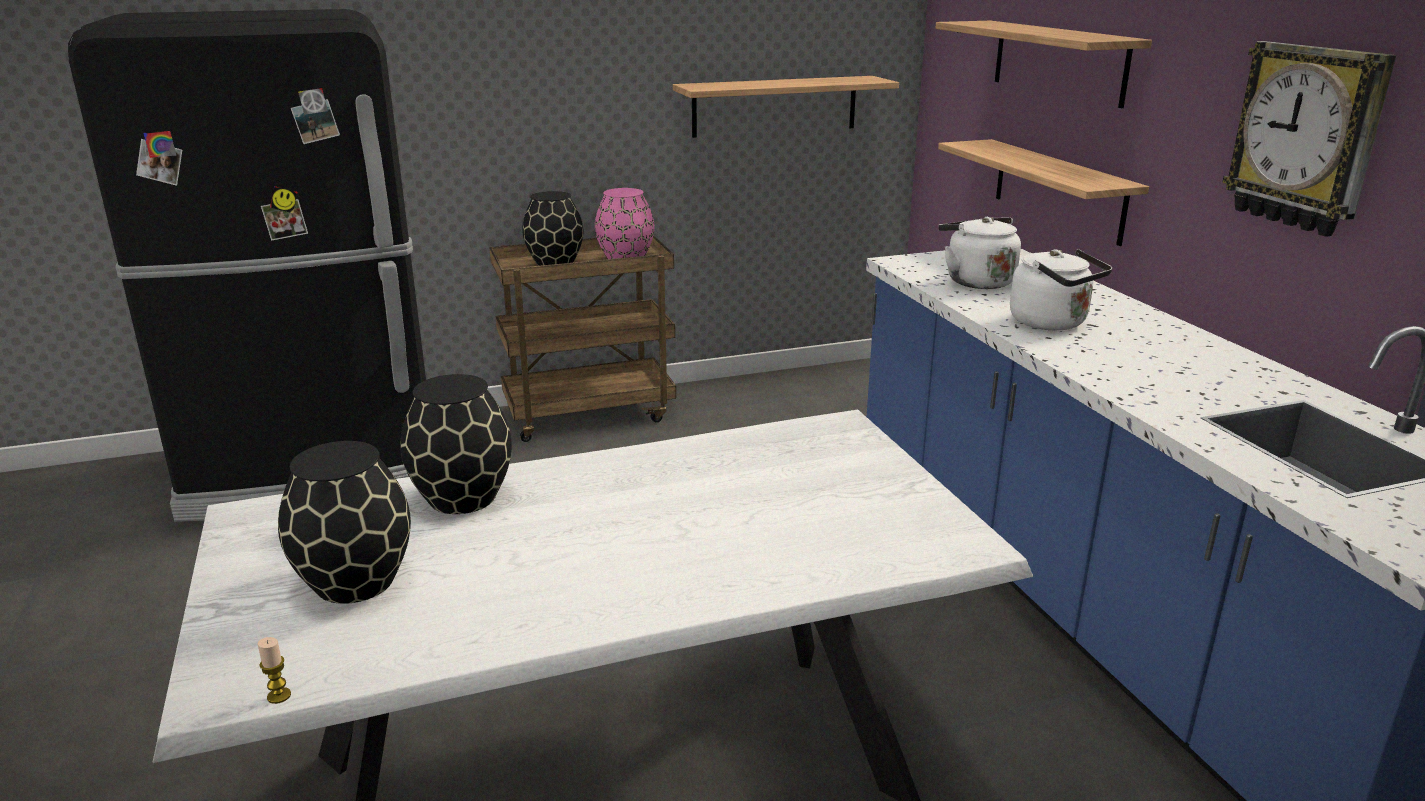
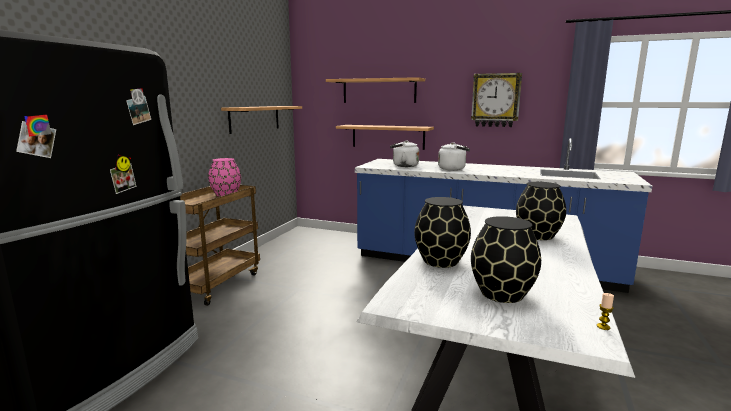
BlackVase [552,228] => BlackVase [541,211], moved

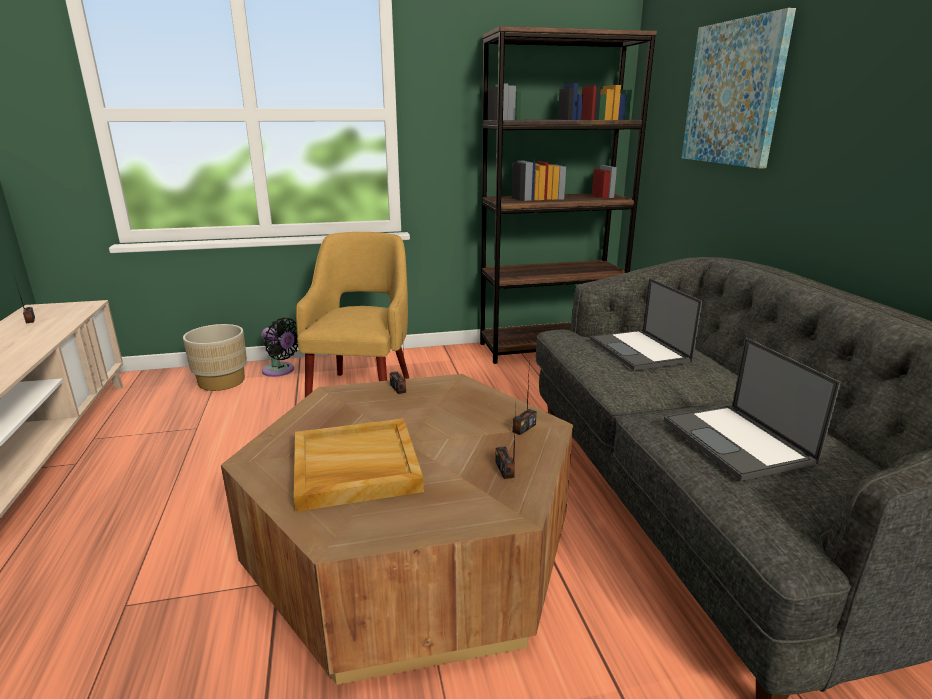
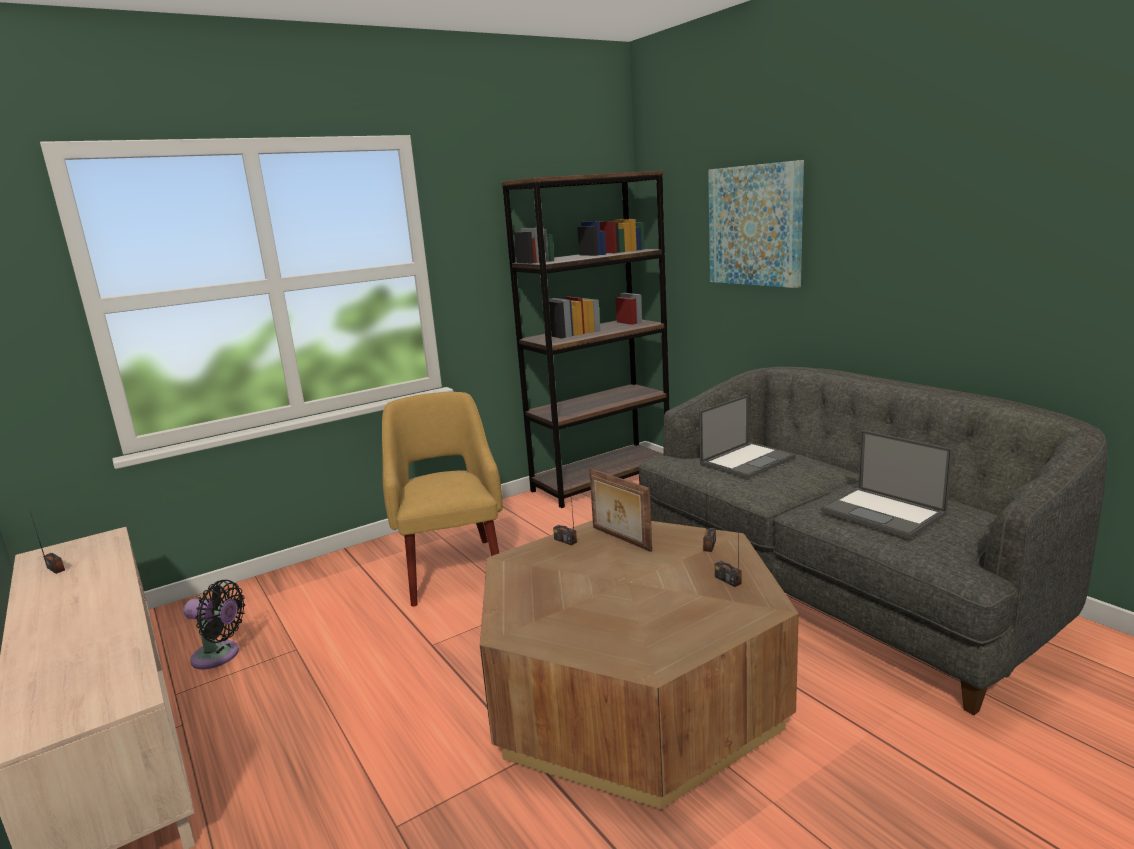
Laptop [646,324] => Laptop [747,437], 90 degrees counterclockwise
BlackFan [279,347] => BlackFan [214,624], moved
BeigePlanter [215,357] => nothing
BeigeTray [359,465] => nothing
nothing => PictureFrame [620,510]

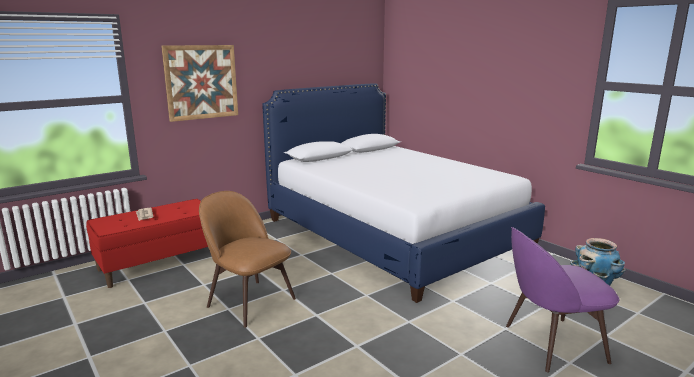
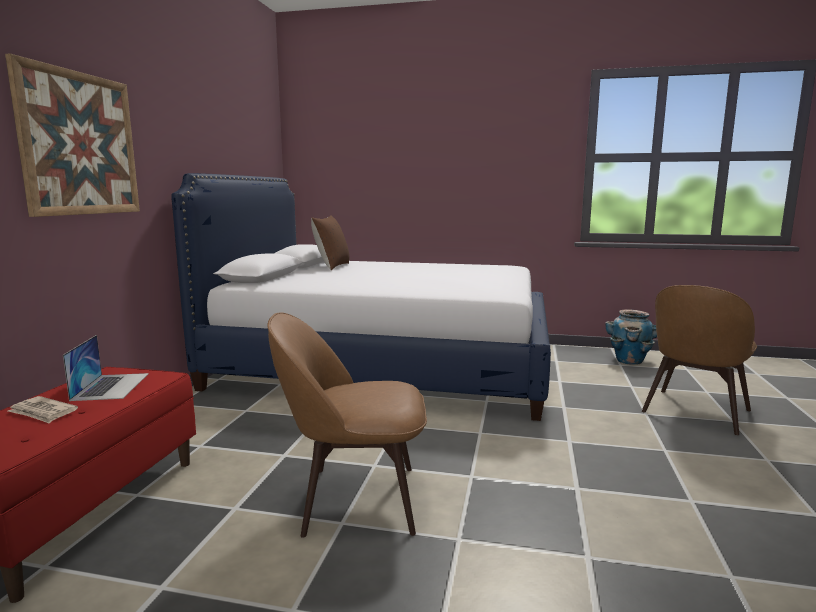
PurpleChair [563,300] => BrownChair [699,360]
nothing => BrownPillow [330,242]
nothing => Laptop [106,368]

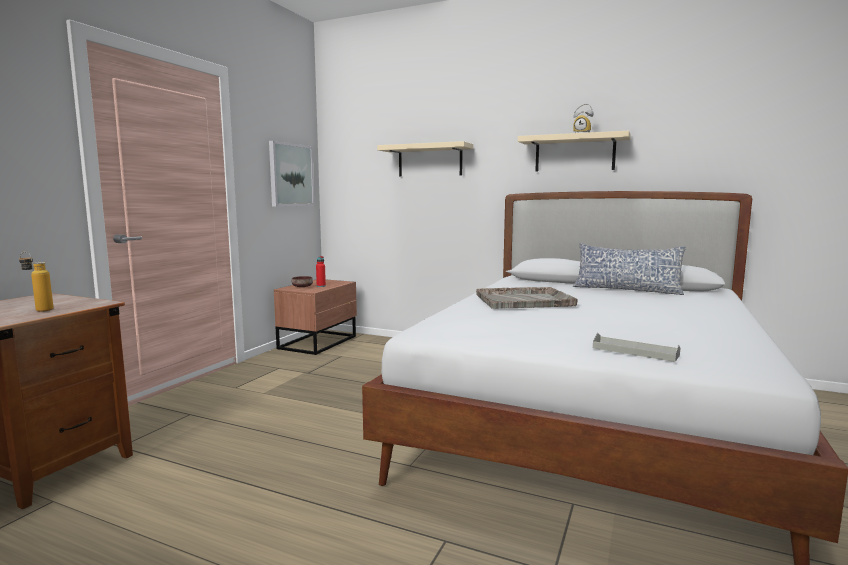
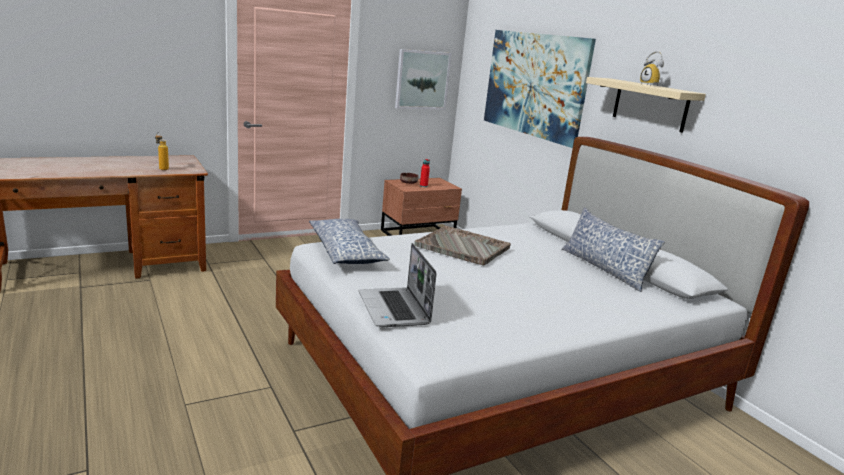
BeigeShelf [425,159] => Picture [540,89]
GreyTray [636,347] => Laptop [397,285]
nothing => Pillow [349,241]

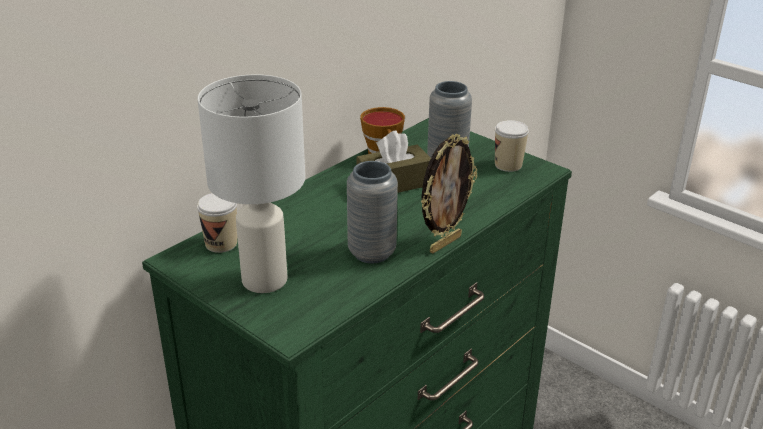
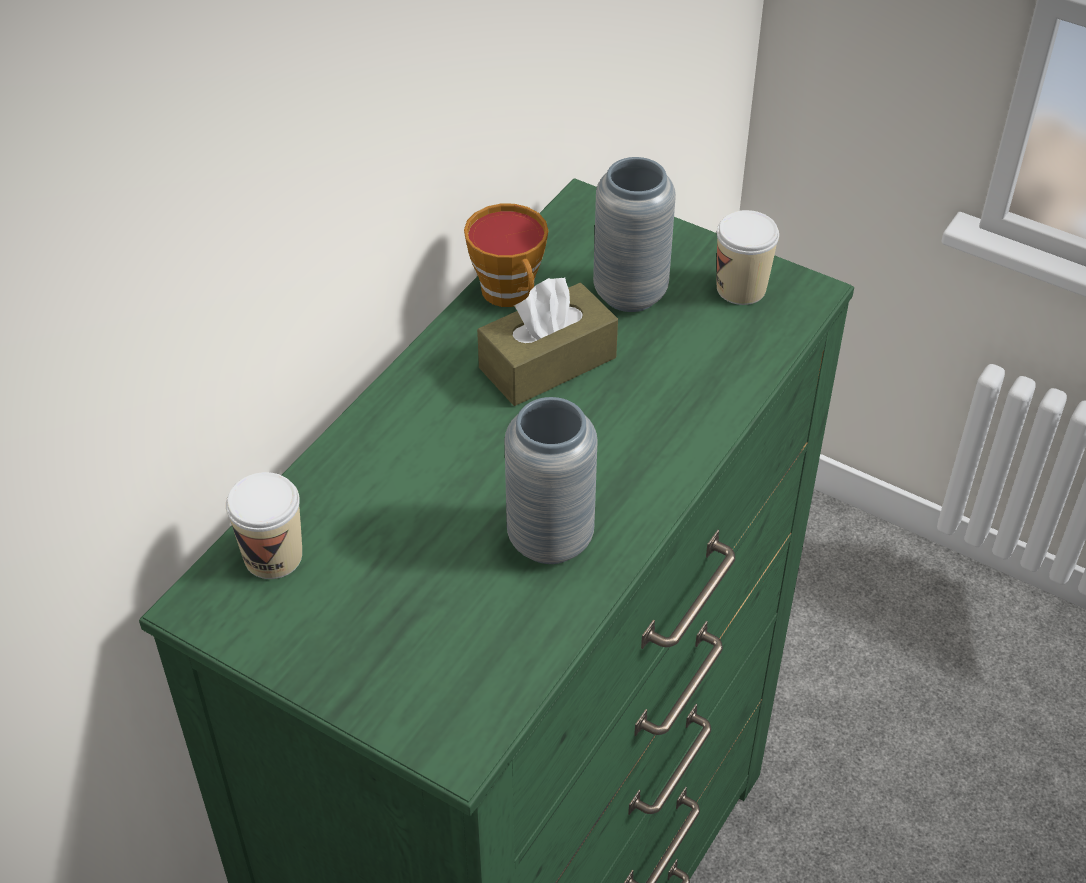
WhiteTableLamp [251,184] => nothing
PictureFrame [449,194] => nothing

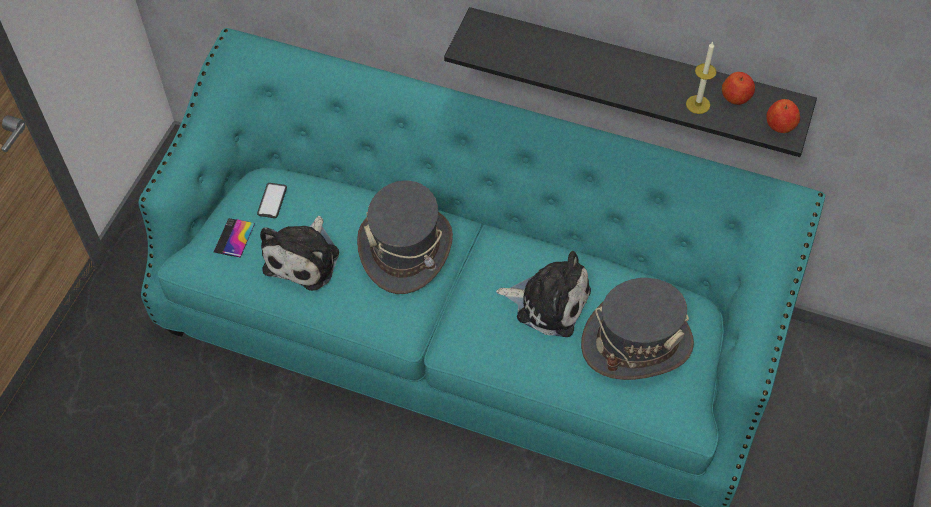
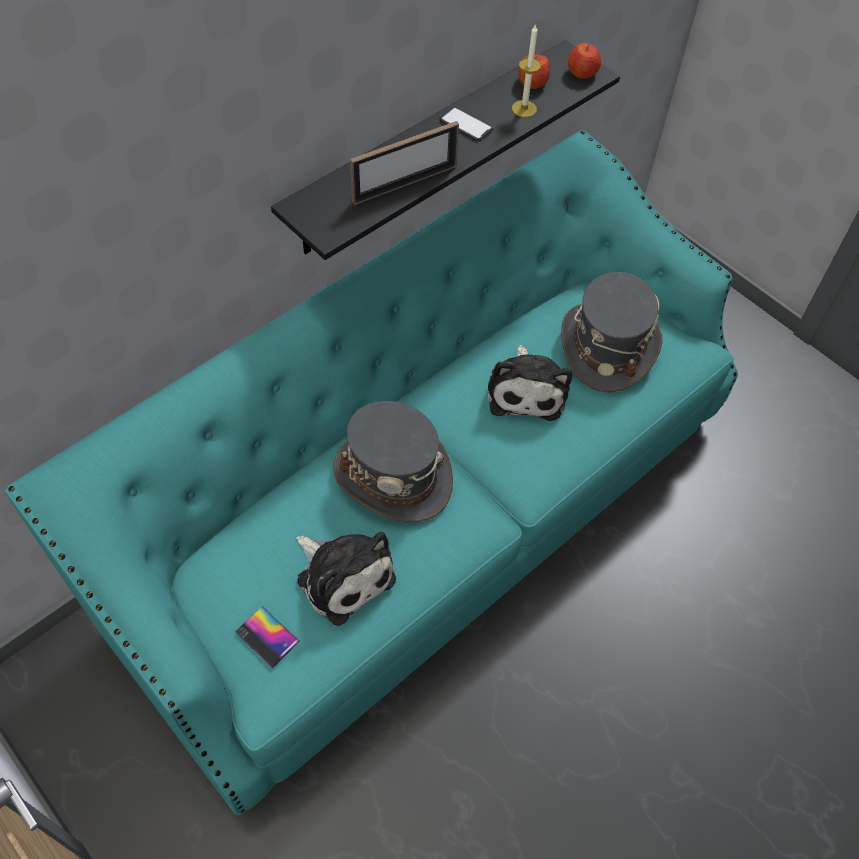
Phone [272,200] => Phone [466,123], moved
PlushToy [543,294] => PlushToy [529,383], 135 degrees clockwise
nothing => PictureFrame [404,163]

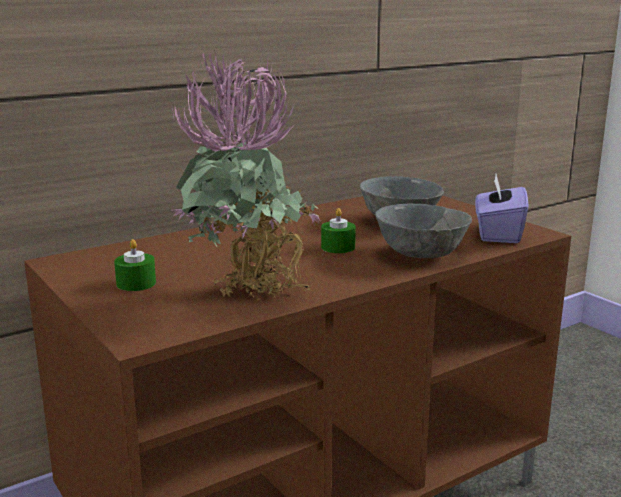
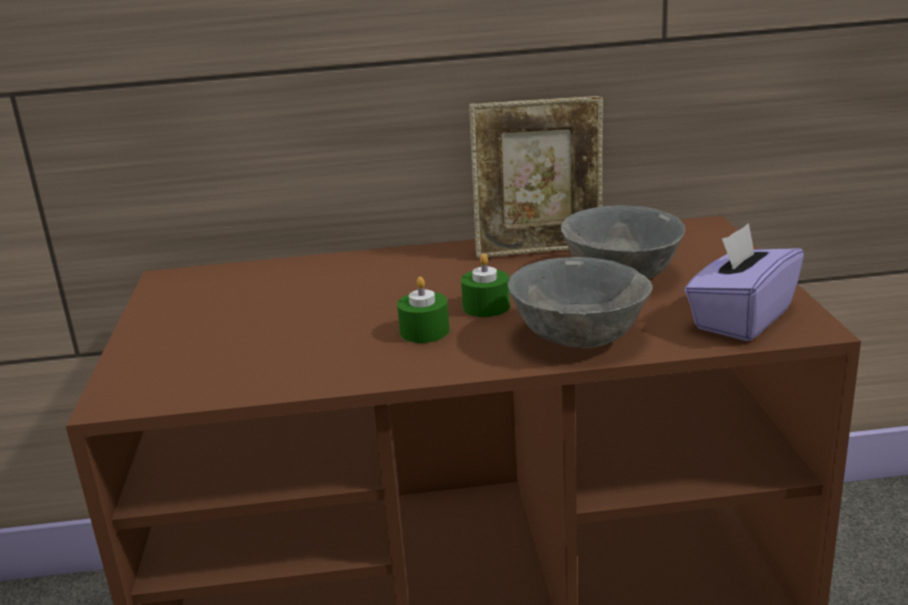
PottedPlant [246,175] => nothing
GreenCandle [135,265] => GreenCandle [423,309], moved
nothing => PictureFrame [536,177]

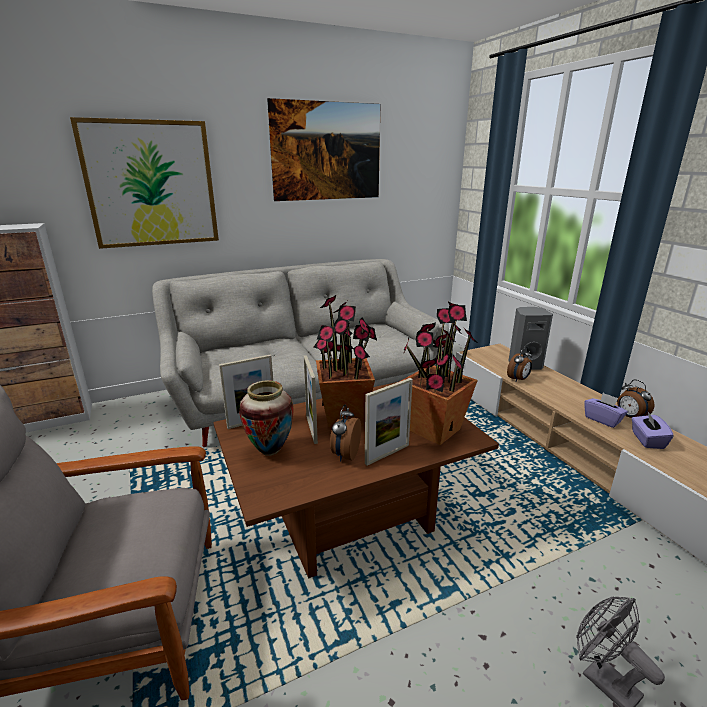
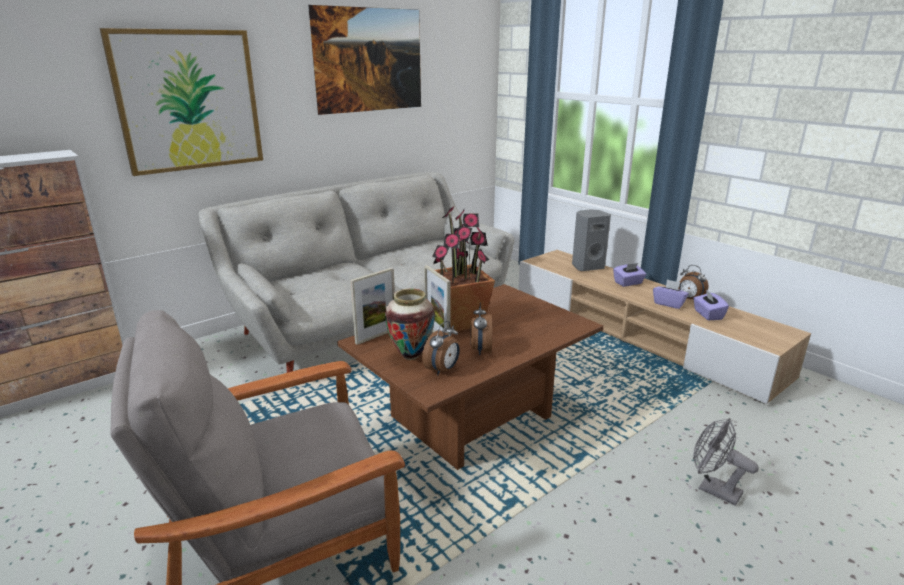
PottedPlant [438,373] => nothing
AlarmClock [519,364] => AlarmClock [441,348], moved
PictureFrame [389,422] => nothing
nothing => PurpleTissueBox [629,275]

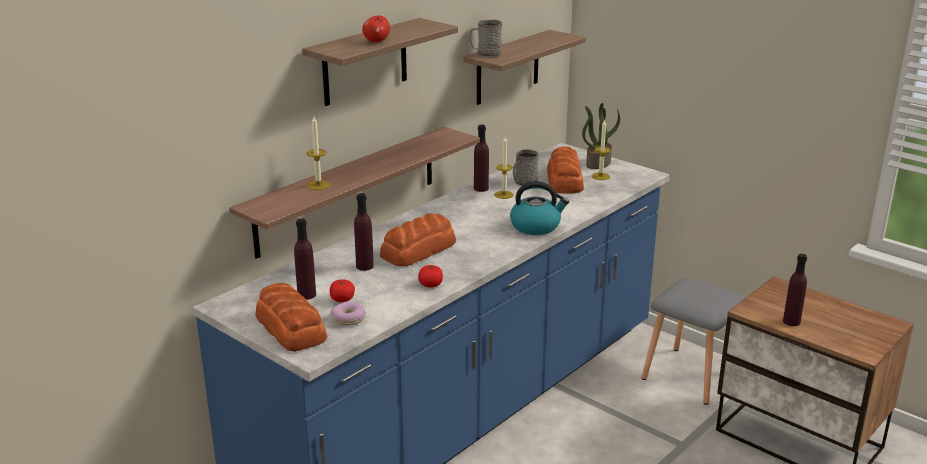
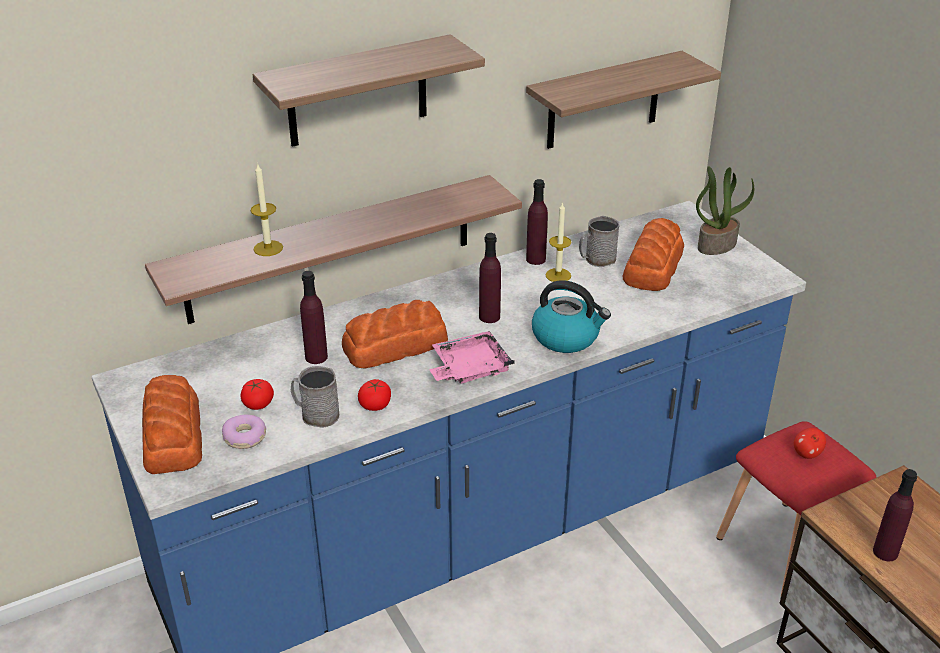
Apple [376,28] => Apple [810,443], moved
GreyMug [486,38] => GreyMug [315,397], moved
Candle [601,149] => nothing
PurpleBottle [305,259] => PurpleBottle [490,278], moved
GreyStool [693,341] => RedStool [796,508]
nothing => PinkTray [472,357]

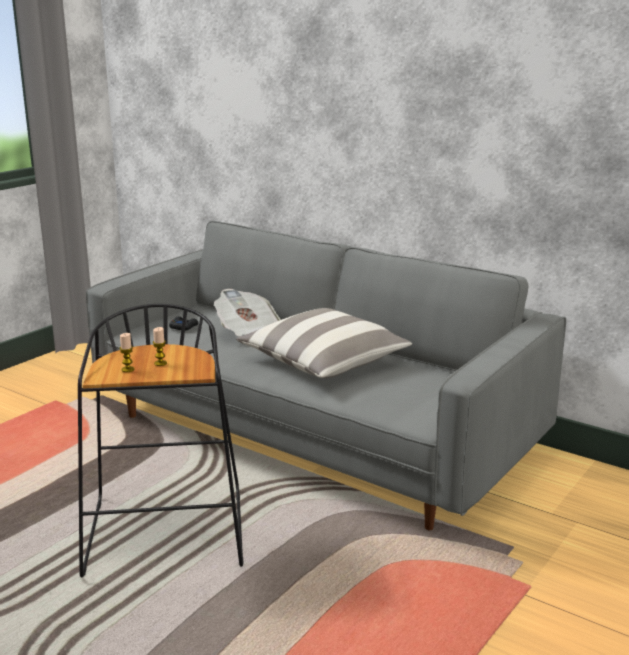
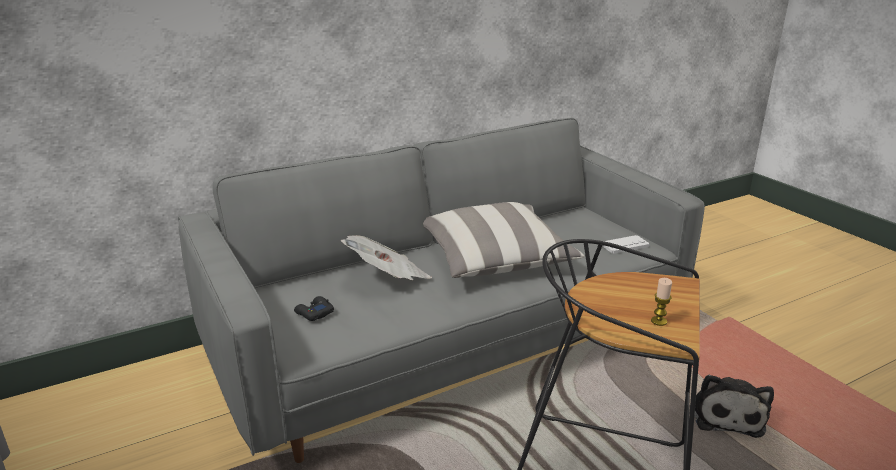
Candle [160,346] => nothing
nothing => WhiteGameController [626,244]
nothing => PlushToy [734,406]

